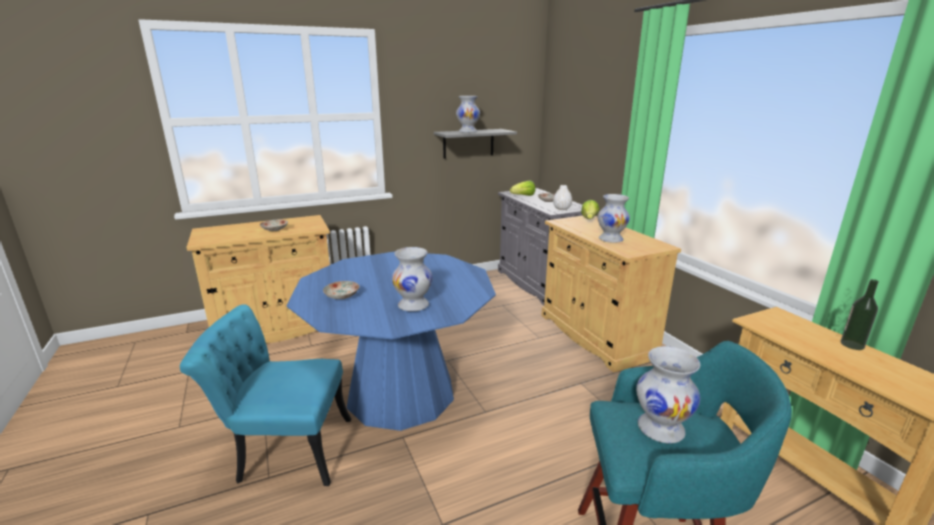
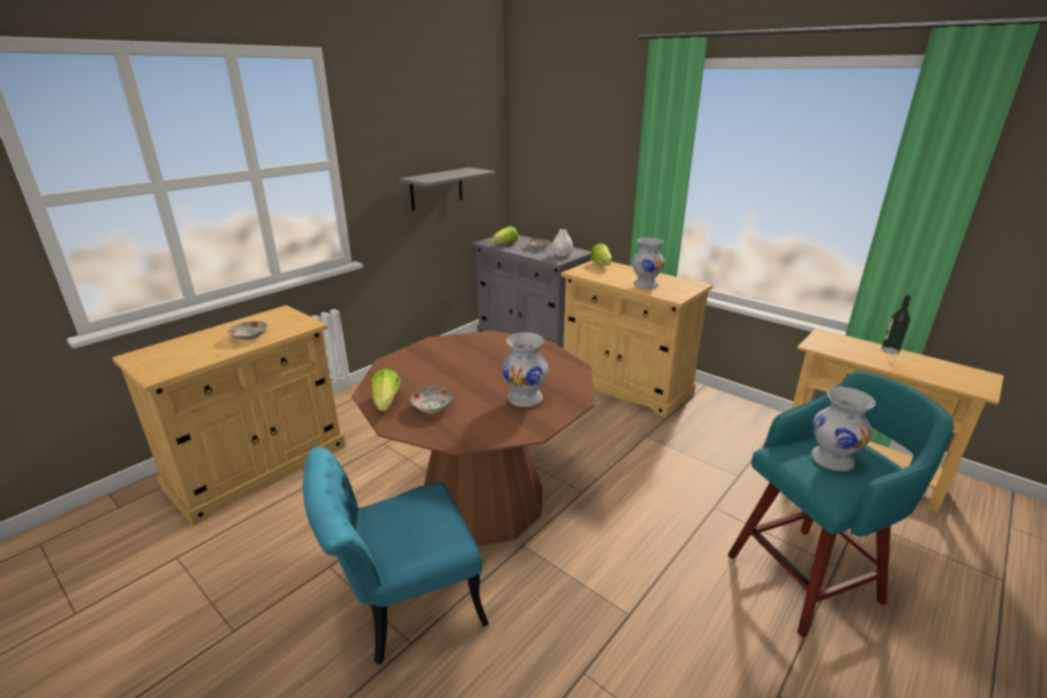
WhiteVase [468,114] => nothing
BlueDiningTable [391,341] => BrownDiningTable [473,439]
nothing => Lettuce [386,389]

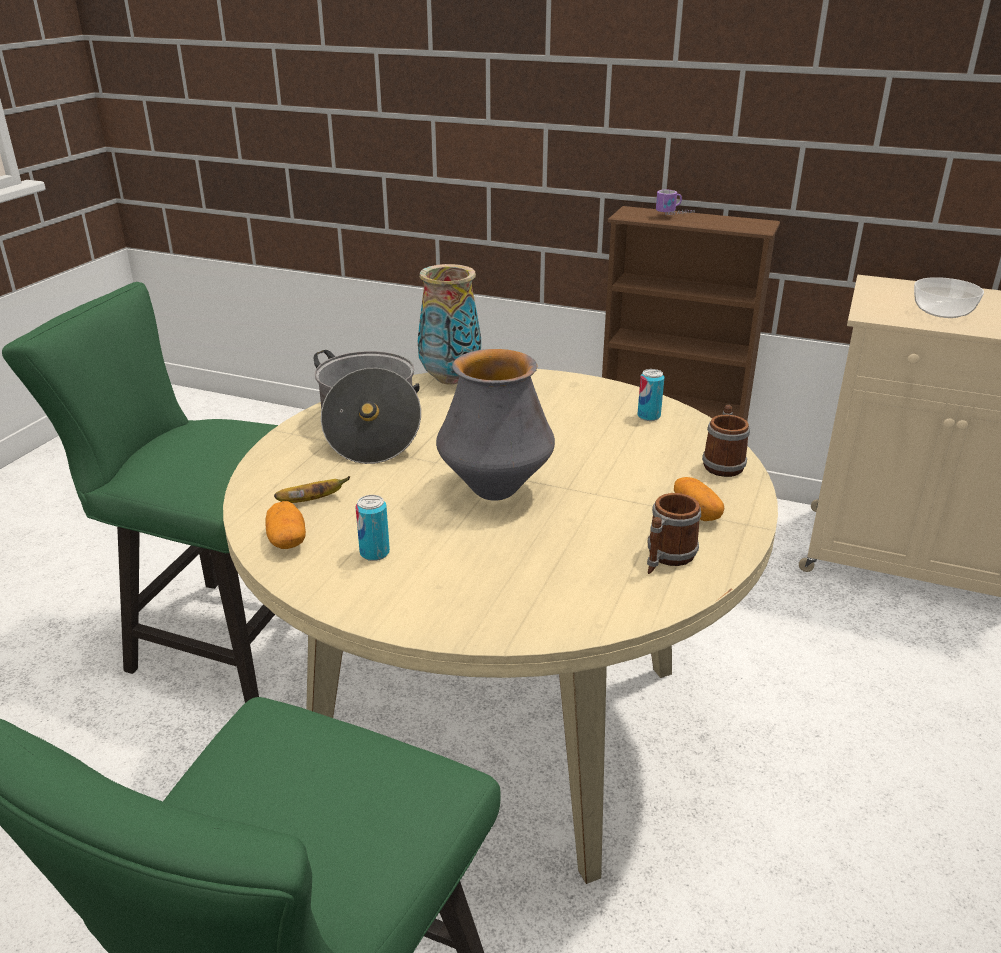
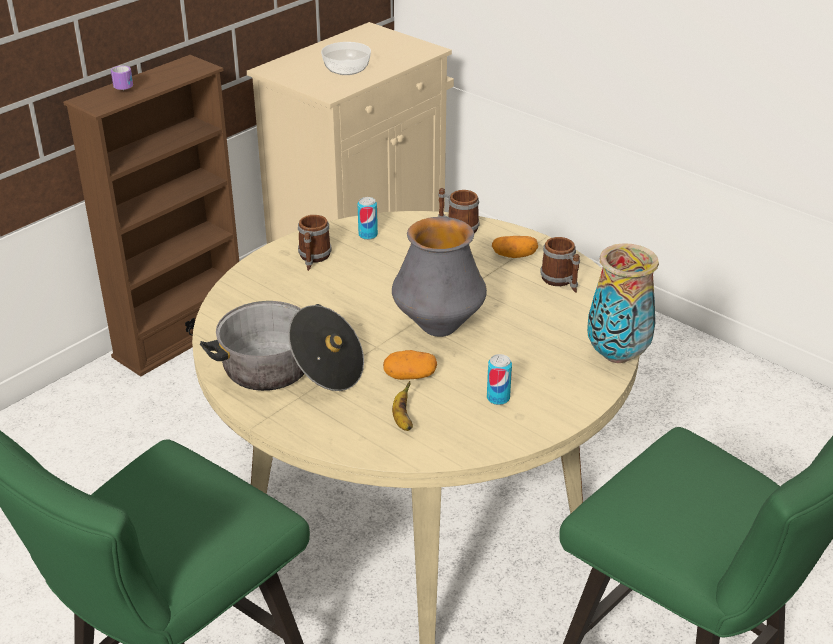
Vase [449,324] => Vase [623,303], moved
Potato [285,525] => Potato [410,365], moved
nothing => Mug [314,243]

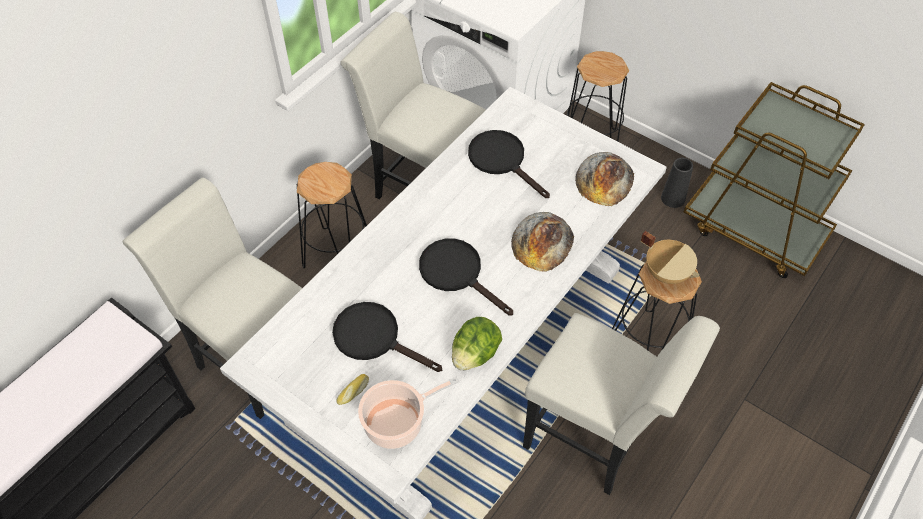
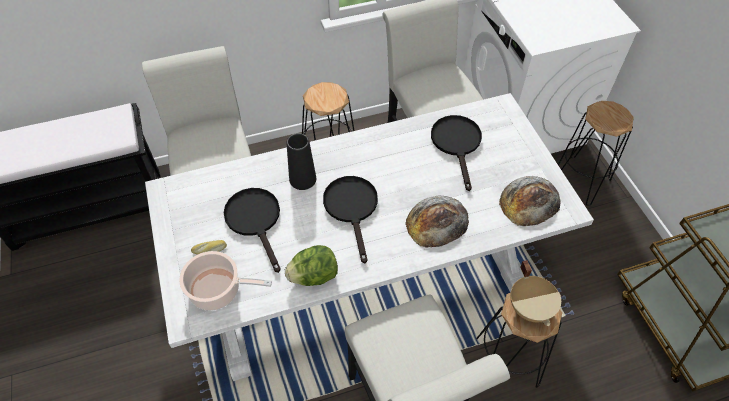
BlackVase [677,183] => BlackVase [301,161], moved

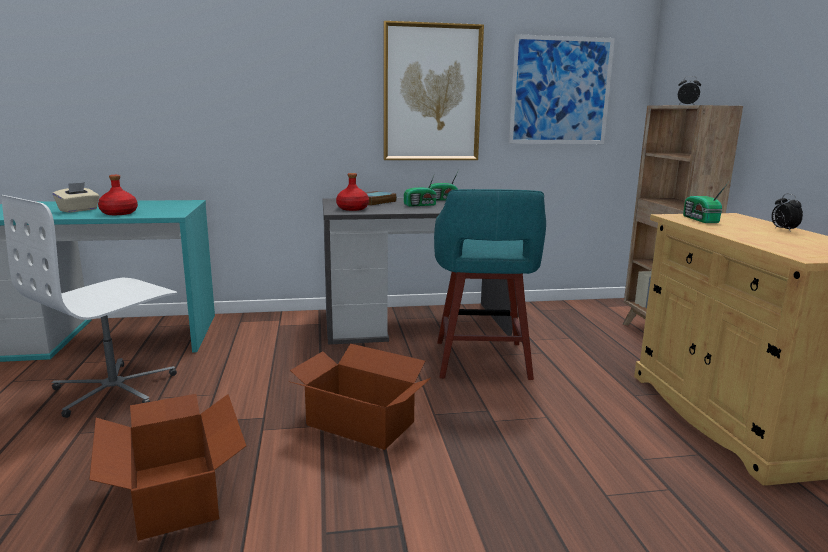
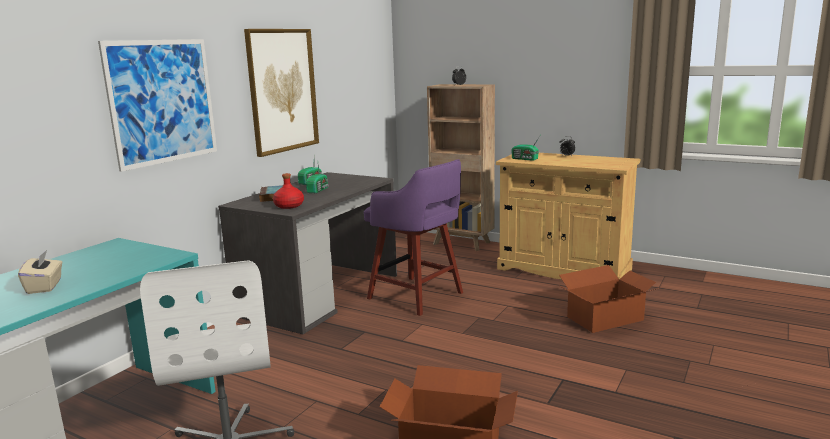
Picture [561,89] => Picture [157,105], moved
RedBottle [118,195] => nothing
TurquoiseStool [490,284] => PurpleStool [413,237]
CardboardBox [359,397] => CardboardBox [608,299], moved

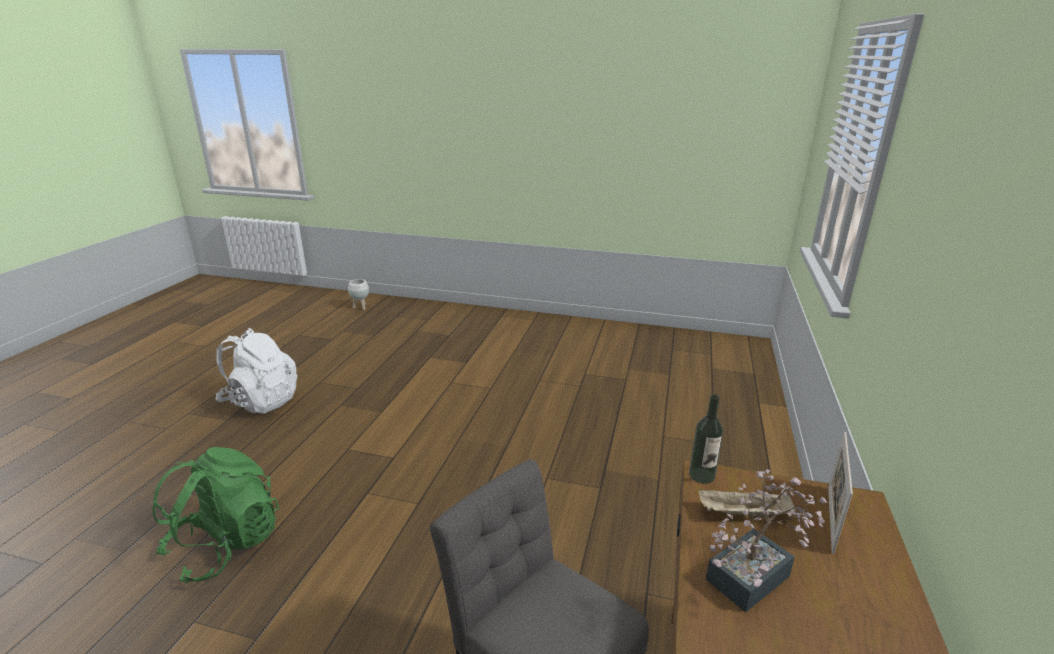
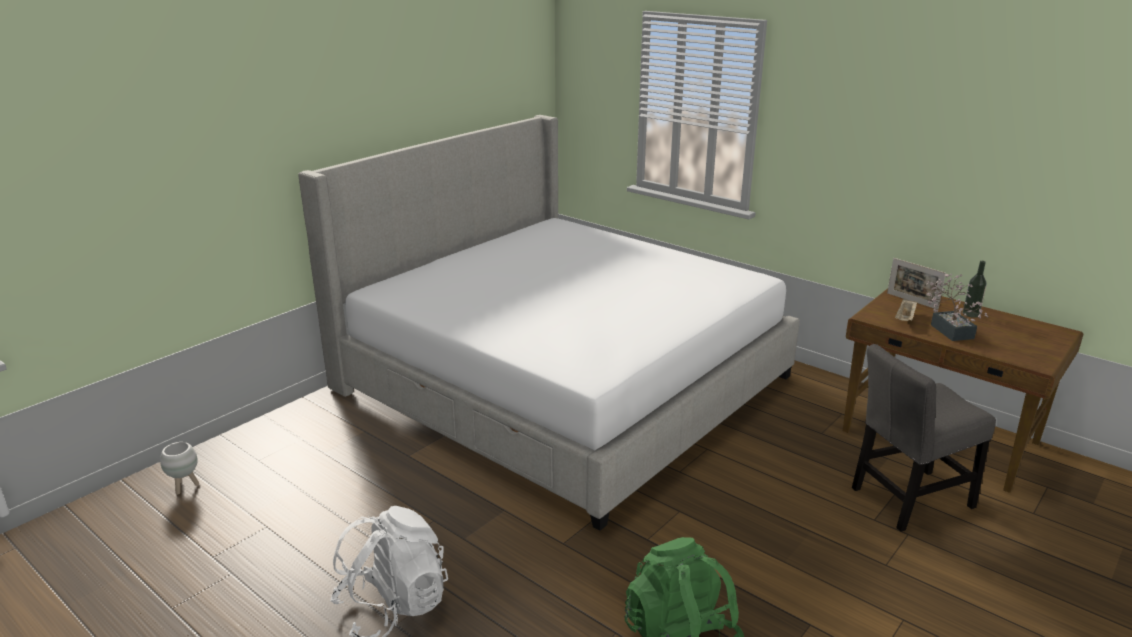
Bottle [706,439] => Bottle [975,289], moved
nothing => Bed [549,323]

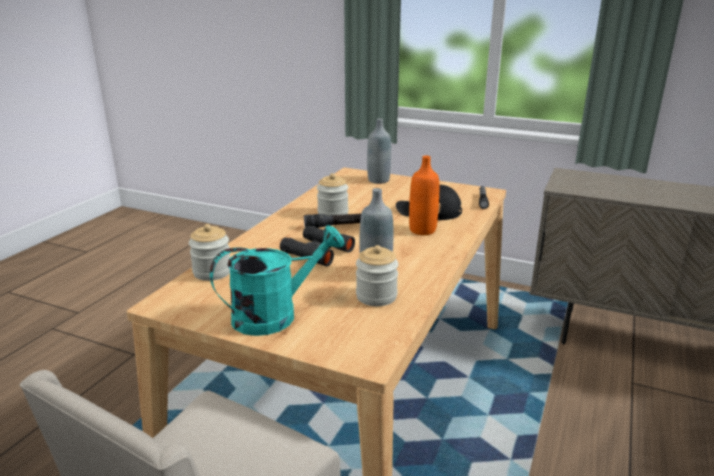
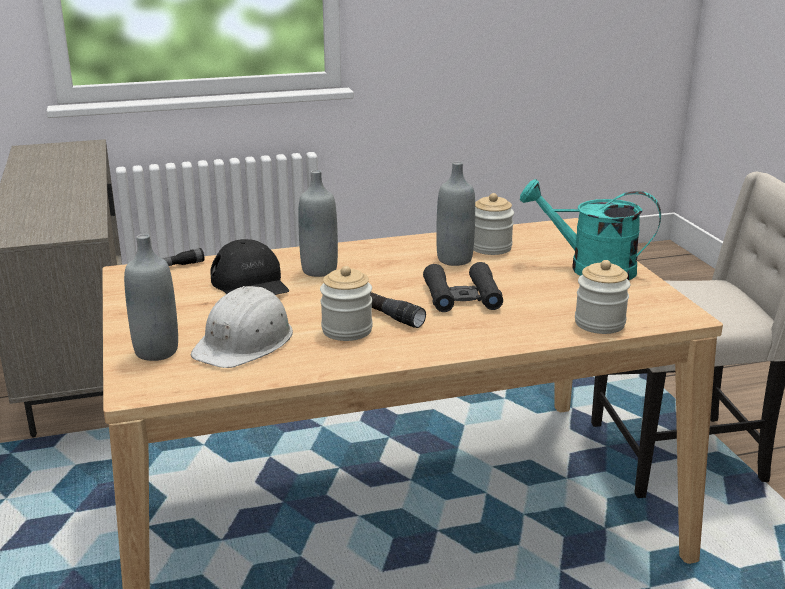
OrangeBottle [424,195] => GreyBottle [318,223]
nothing => WhiteHardHat [242,327]

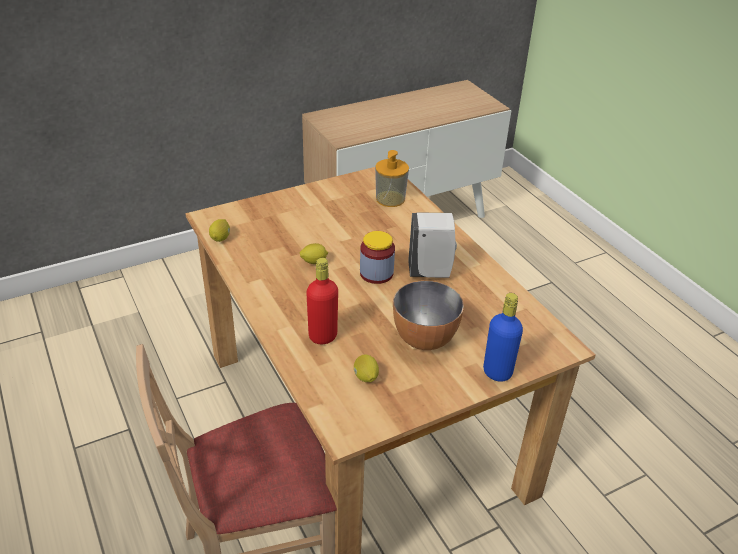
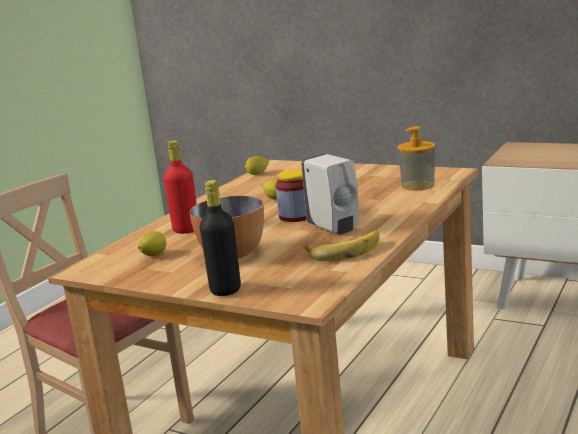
BlueBottle [503,337] => BlackBottle [220,238]
nothing => Banana [342,246]

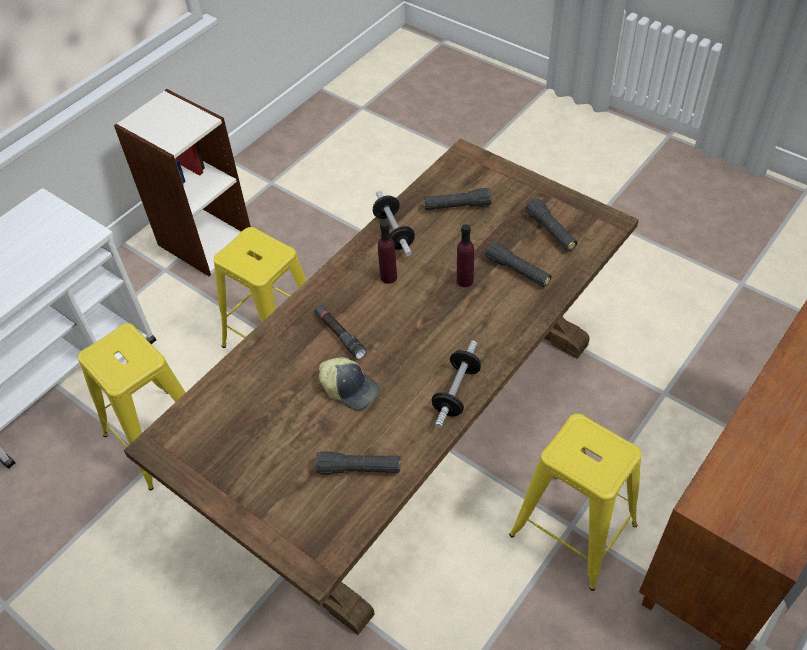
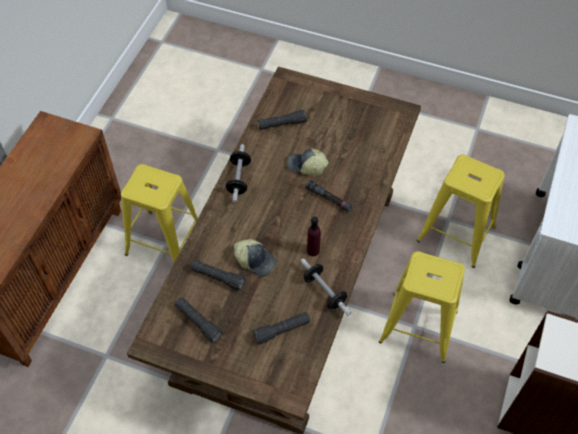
PurpleBottle [465,255] => Cap [255,258]

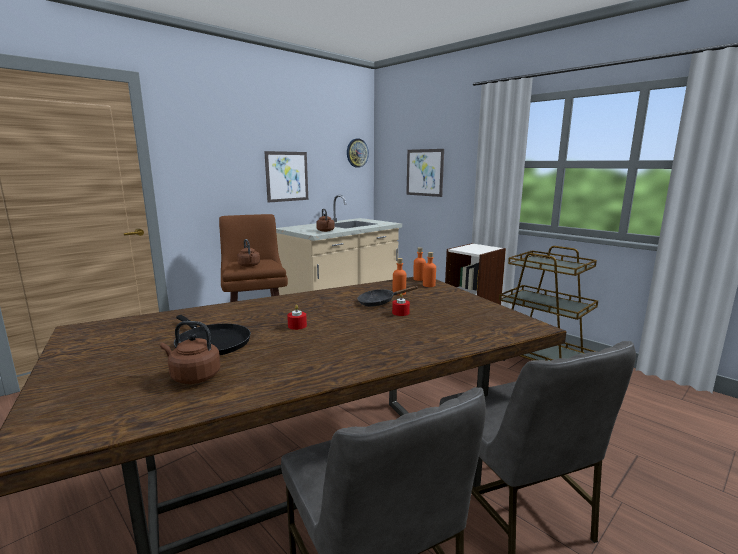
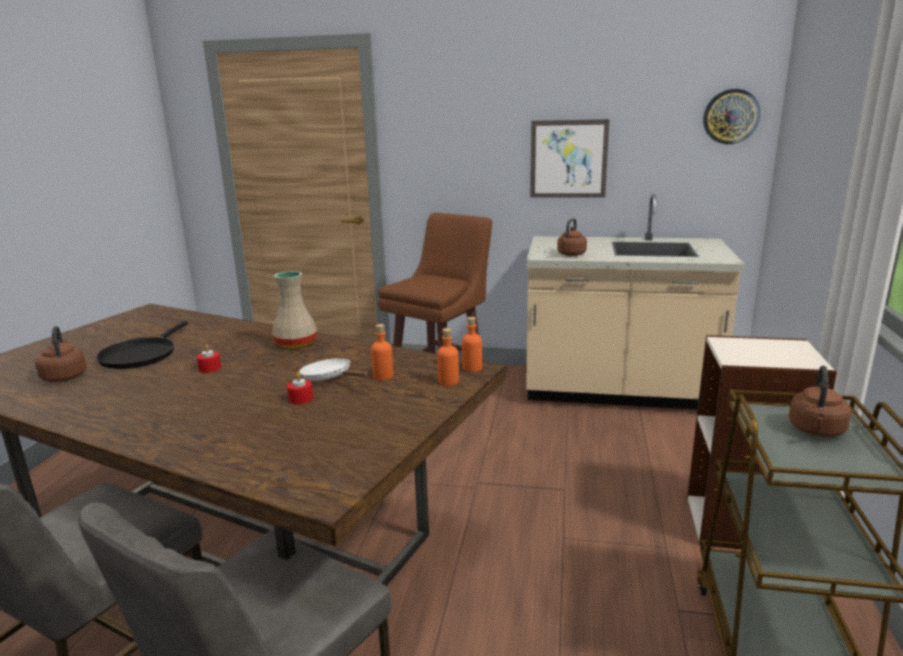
Picture [425,173] => nothing
BrownKettle [248,253] => BrownKettle [820,401], moved
BlackFryingPan [388,296] => WhiteFryingPan [333,369]
nothing => BeigeVase [294,309]

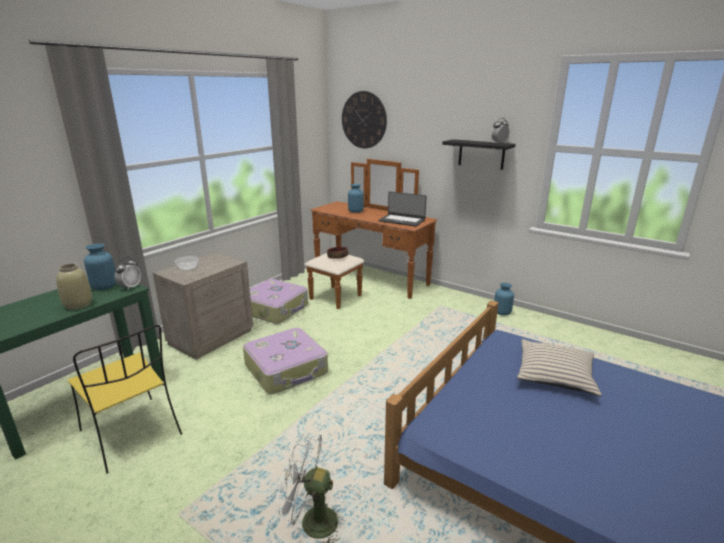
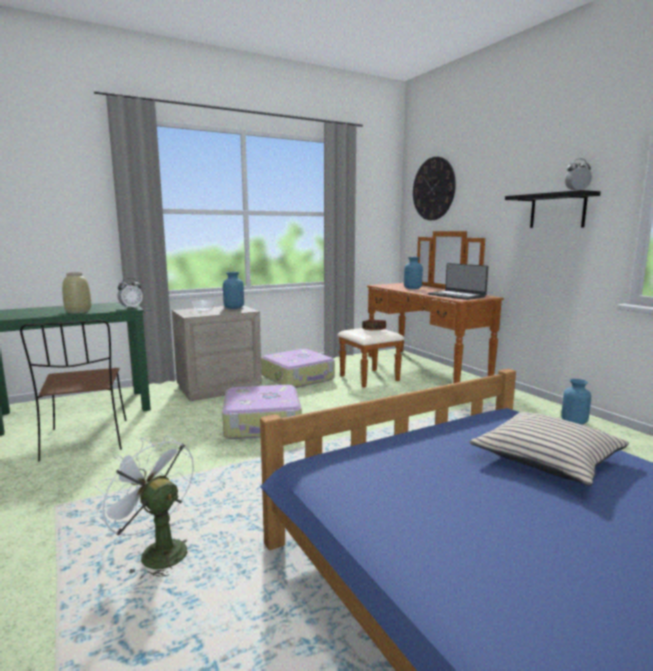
BlueVase [100,266] => BlueVase [233,290], moved
YellowChair [125,399] => BrownChair [73,390]

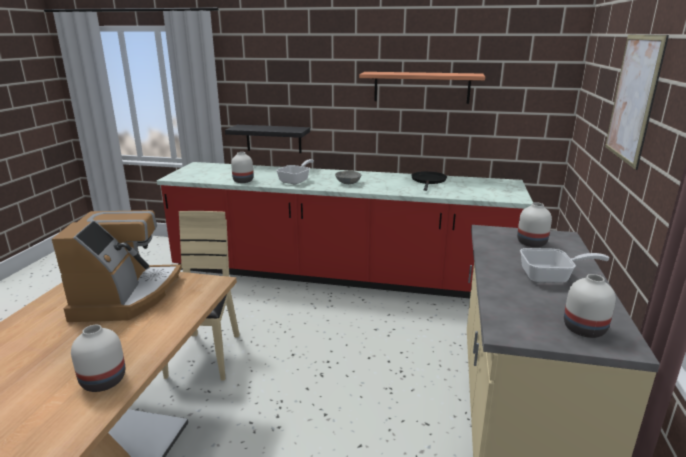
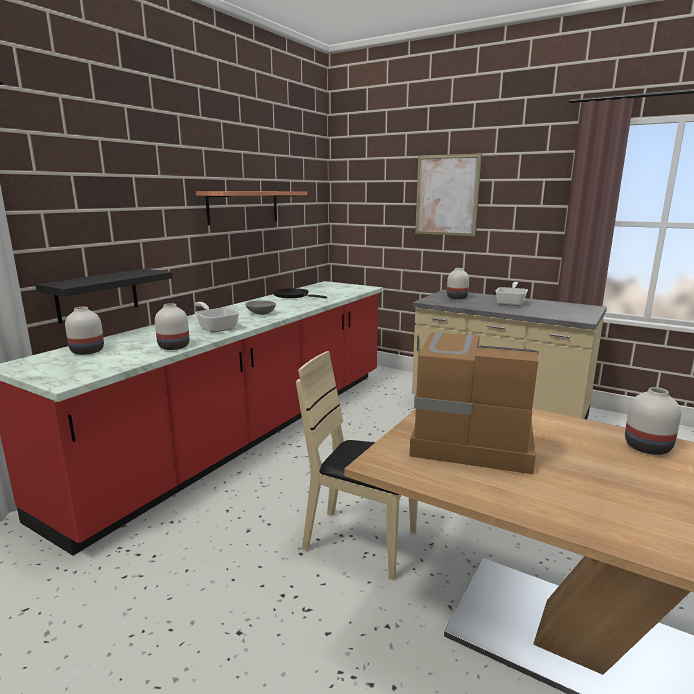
WhiteVase [590,306] => WhiteVase [84,331], moved

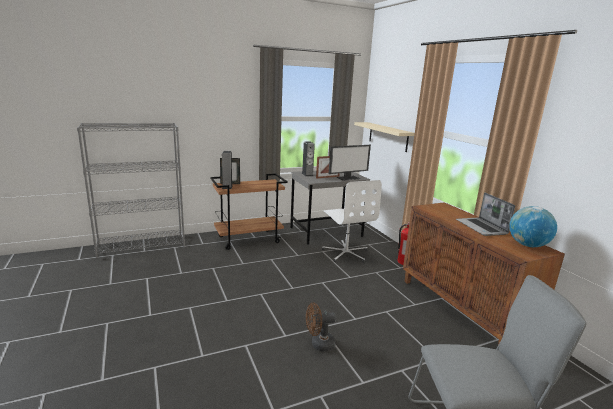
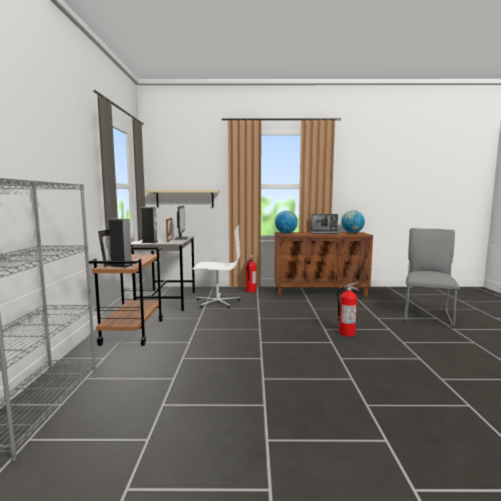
BrownFan [321,327] => FireExtinguisher [348,309]
nothing => Globe [286,222]

